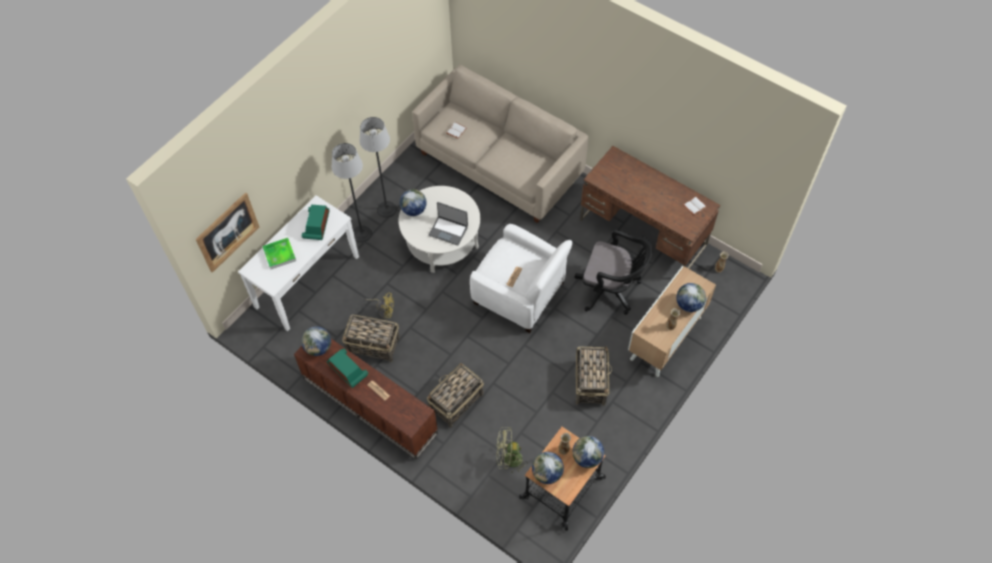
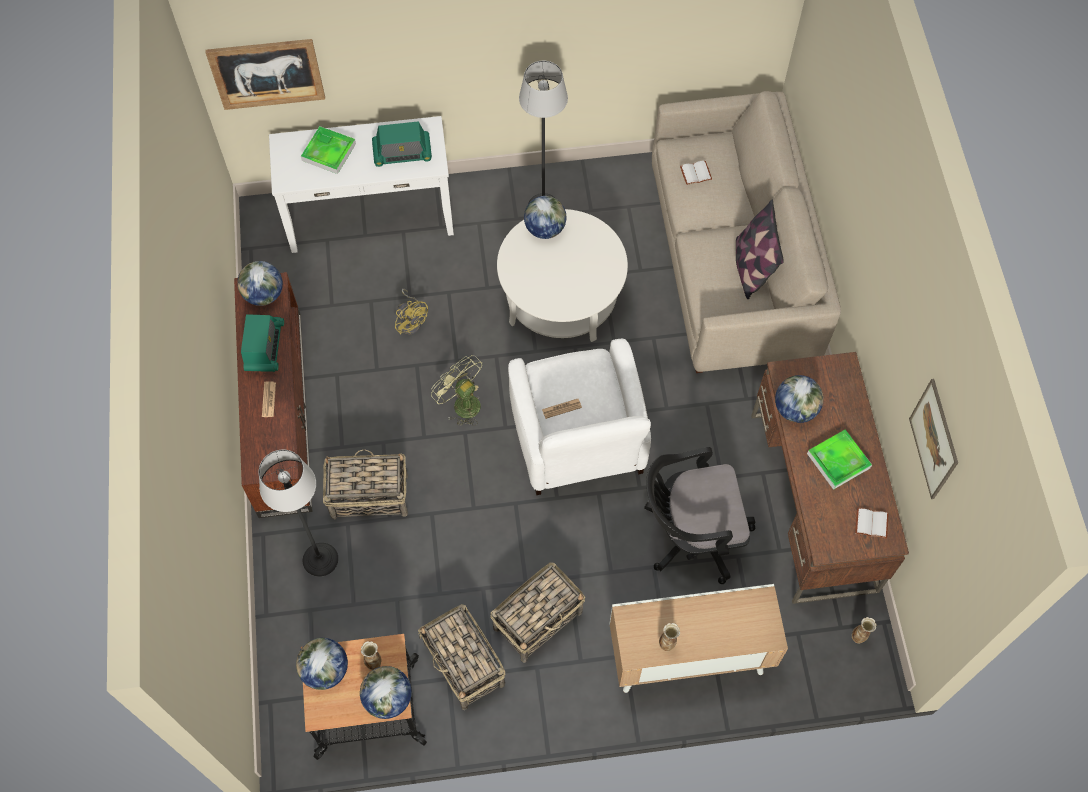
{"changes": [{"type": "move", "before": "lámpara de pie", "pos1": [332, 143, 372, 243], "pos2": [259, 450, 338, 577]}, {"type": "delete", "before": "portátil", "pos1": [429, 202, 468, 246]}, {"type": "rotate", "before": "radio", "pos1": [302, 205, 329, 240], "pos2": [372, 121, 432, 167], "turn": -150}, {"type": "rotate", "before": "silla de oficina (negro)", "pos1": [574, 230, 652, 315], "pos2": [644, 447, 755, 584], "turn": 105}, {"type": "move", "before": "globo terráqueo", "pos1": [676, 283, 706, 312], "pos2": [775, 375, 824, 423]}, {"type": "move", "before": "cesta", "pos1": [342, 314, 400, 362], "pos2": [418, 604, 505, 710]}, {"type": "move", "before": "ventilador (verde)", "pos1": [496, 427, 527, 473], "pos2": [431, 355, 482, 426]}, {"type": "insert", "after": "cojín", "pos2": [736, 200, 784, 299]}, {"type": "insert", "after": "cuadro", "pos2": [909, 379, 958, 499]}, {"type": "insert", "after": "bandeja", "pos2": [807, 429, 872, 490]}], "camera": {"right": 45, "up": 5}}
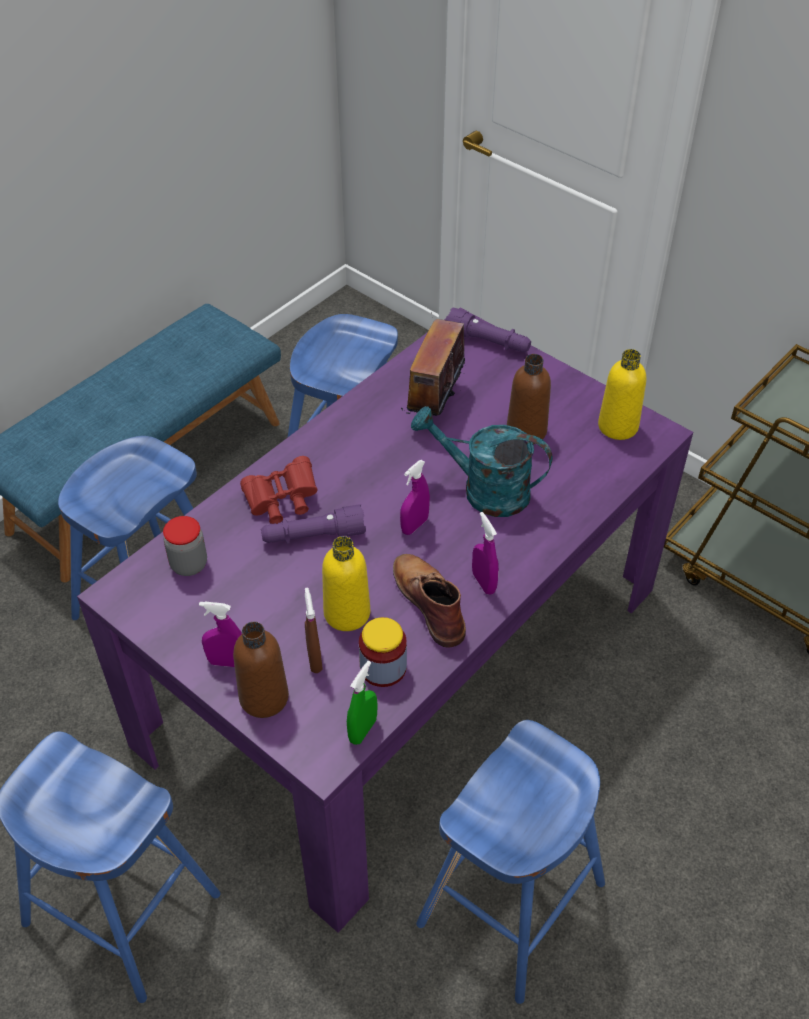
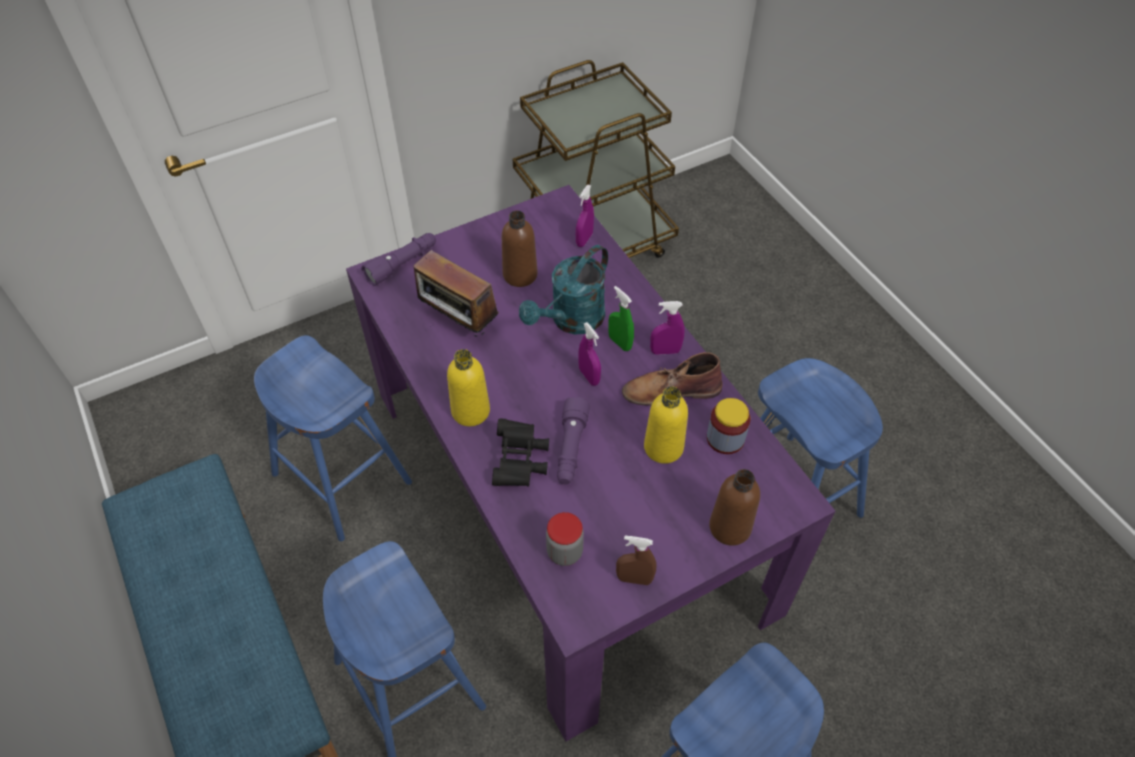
{"changes": [{"type": "move", "before": "botella (amarillo)", "pos1": [598, 349, 646, 440], "pos2": [447, 349, 490, 426]}, {"type": "recolor", "before": "prismáticos (rojo)", "after": "prismáticos (negro)", "pos1": [240, 456, 317, 524], "pos2": [492, 418, 549, 487]}, {"type": "move", "before": "pulverizador (marrón)", "pos1": [305, 588, 323, 673], "pos2": [616, 535, 657, 585]}, {"type": "move", "before": "pulverizador (morado)", "pos1": [199, 602, 242, 667], "pos2": [576, 185, 594, 247]}, {"type": "move", "before": "pulverizador (verde)", "pos1": [347, 661, 377, 745], "pos2": [608, 286, 634, 351]}], "camera": {"right": -70, "up": 5}}
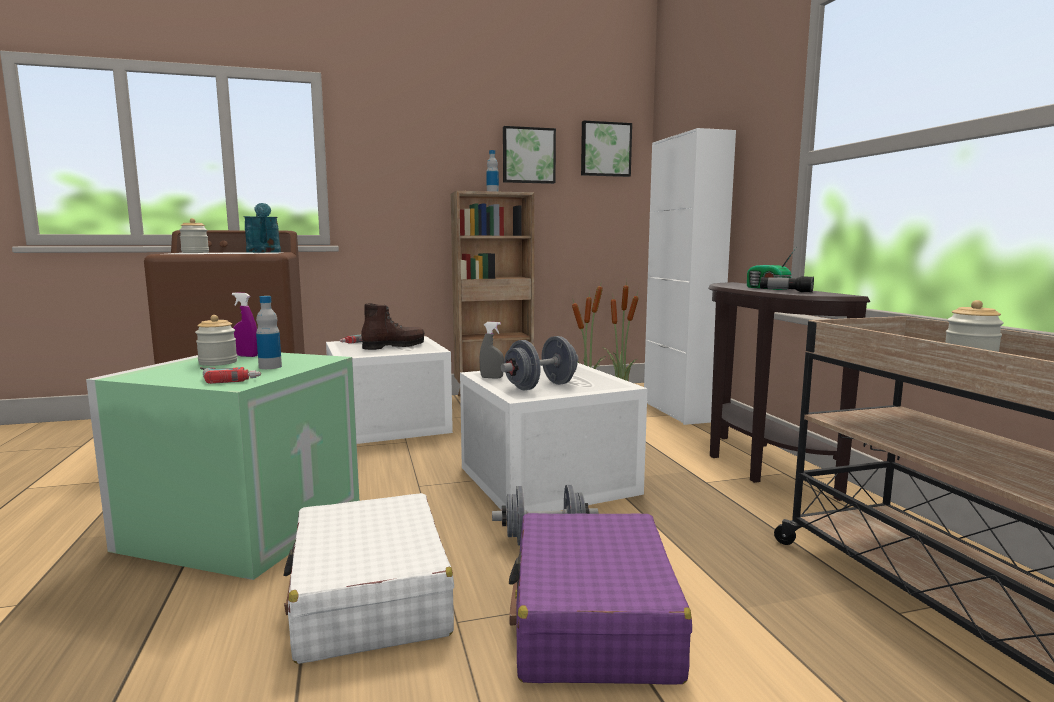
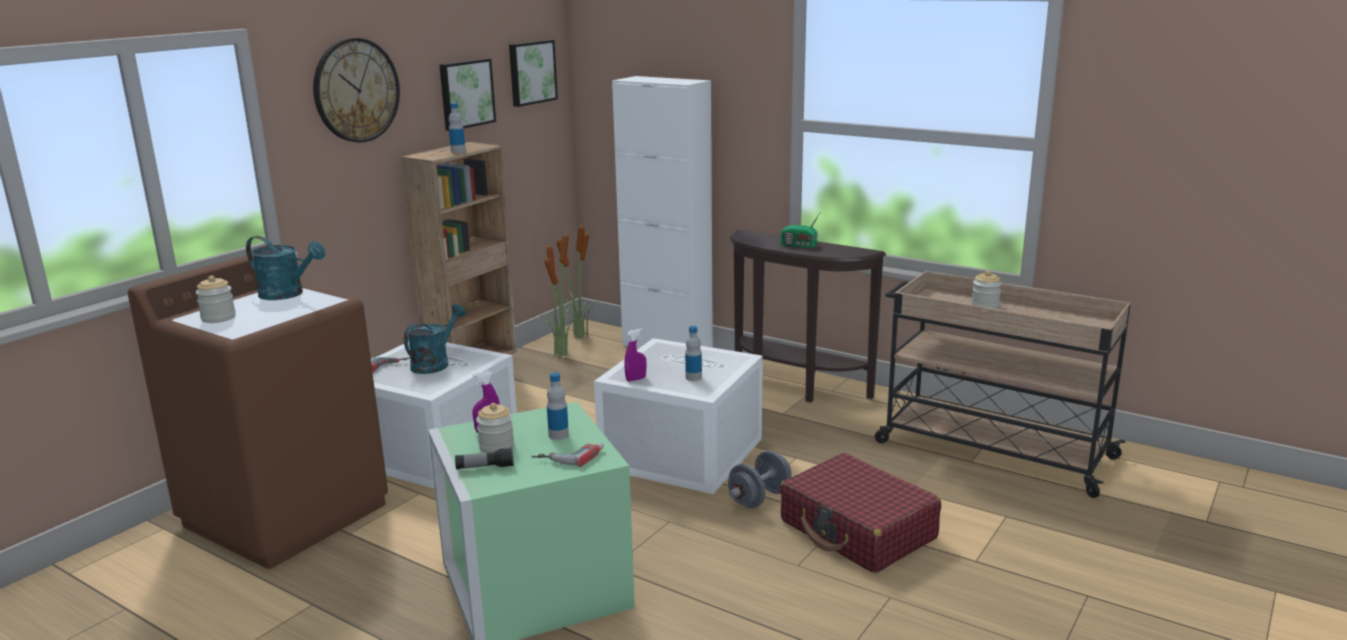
{"changes": [{"type": "move", "before": "linterna", "pos1": [760, 276, 814, 293], "pos2": [455, 448, 514, 469]}, {"type": "replace", "before": "bota (marrón)", "after": "regadera (turquesa)", "pos1": [361, 303, 425, 350], "pos2": [404, 304, 466, 374]}, {"type": "recolor", "before": "pulverizador (gris)", "after": "pulverizador (morado)", "pos1": [479, 322, 504, 379], "pos2": [624, 329, 647, 382]}, {"type": "replace", "before": "mancuerna (gris)", "after": "botella", "pos1": [501, 336, 579, 391], "pos2": [685, 326, 702, 381]}, {"type": "delete", "before": "maleta (blanco)", "pos1": [283, 493, 454, 664]}, {"type": "recolor", "before": "maleta (morado)", "after": "maleta (rojo)", "pos1": [509, 513, 692, 685], "pos2": [780, 453, 941, 573]}, {"type": "insert", "after": "reloj de pared", "pos2": [313, 38, 400, 142]}], "camera": {"right": -40, "up": 10}}
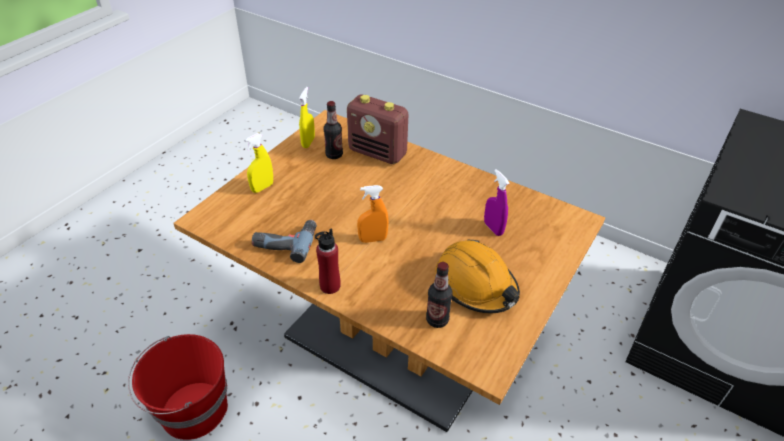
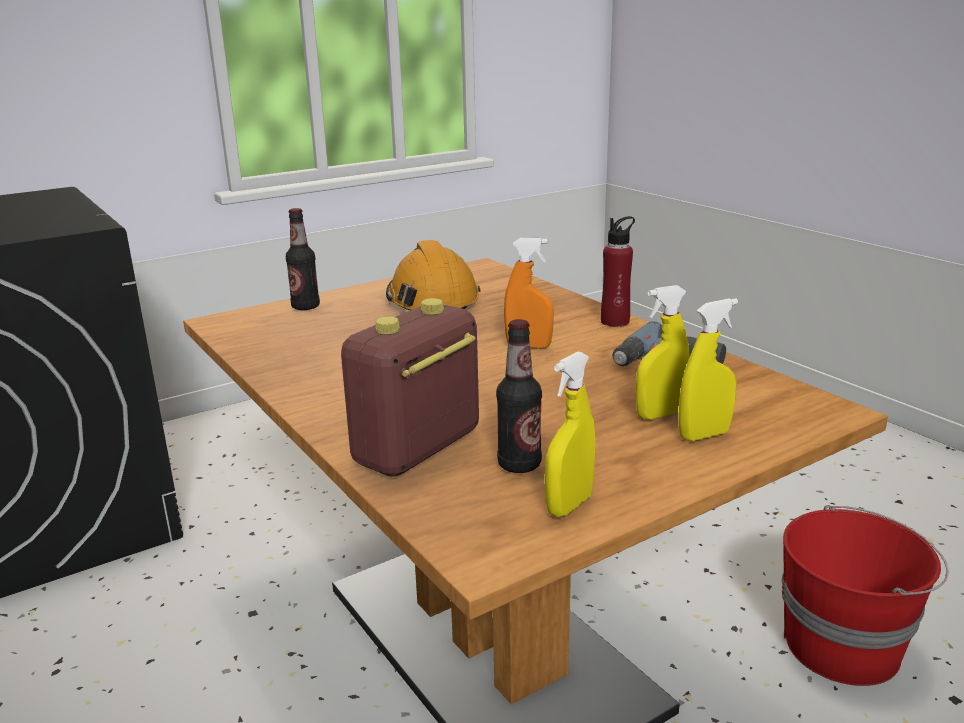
{"changes": [{"type": "rotate", "before": "radio", "pos1": [347, 95, 408, 164], "pos2": [341, 298, 479, 477], "turn": -105}, {"type": "delete", "before": "pulverizador (morado)", "pos1": [484, 169, 510, 236]}, {"type": "move", "before": "botella", "pos1": [426, 262, 452, 328], "pos2": [286, 208, 320, 310]}, {"type": "insert", "after": "pulverizador (amarillo)", "pos2": [636, 285, 690, 419]}], "camera": {"right": -155, "up": -20}}
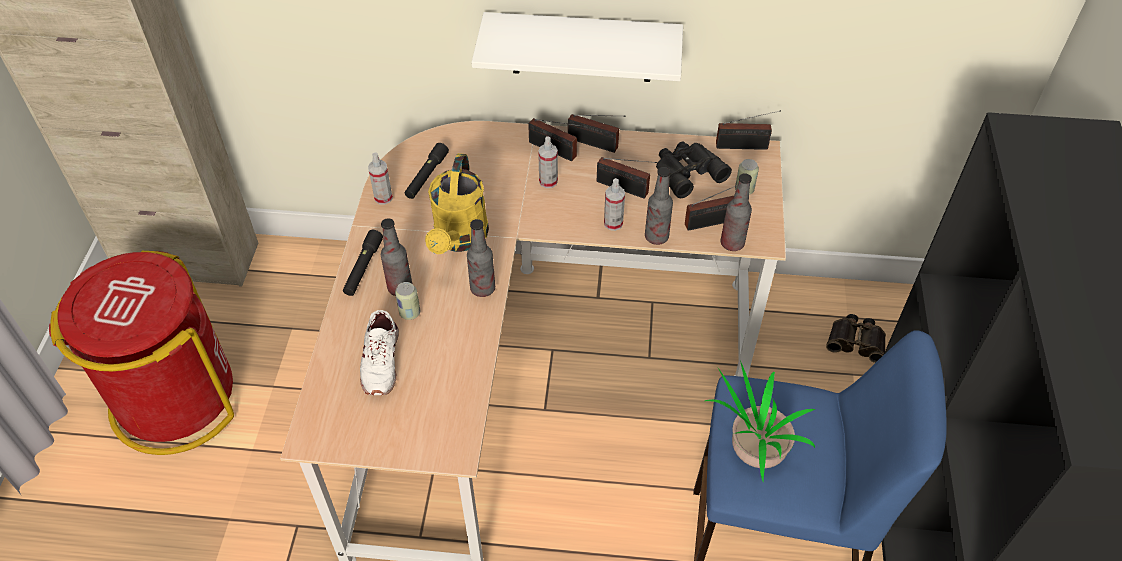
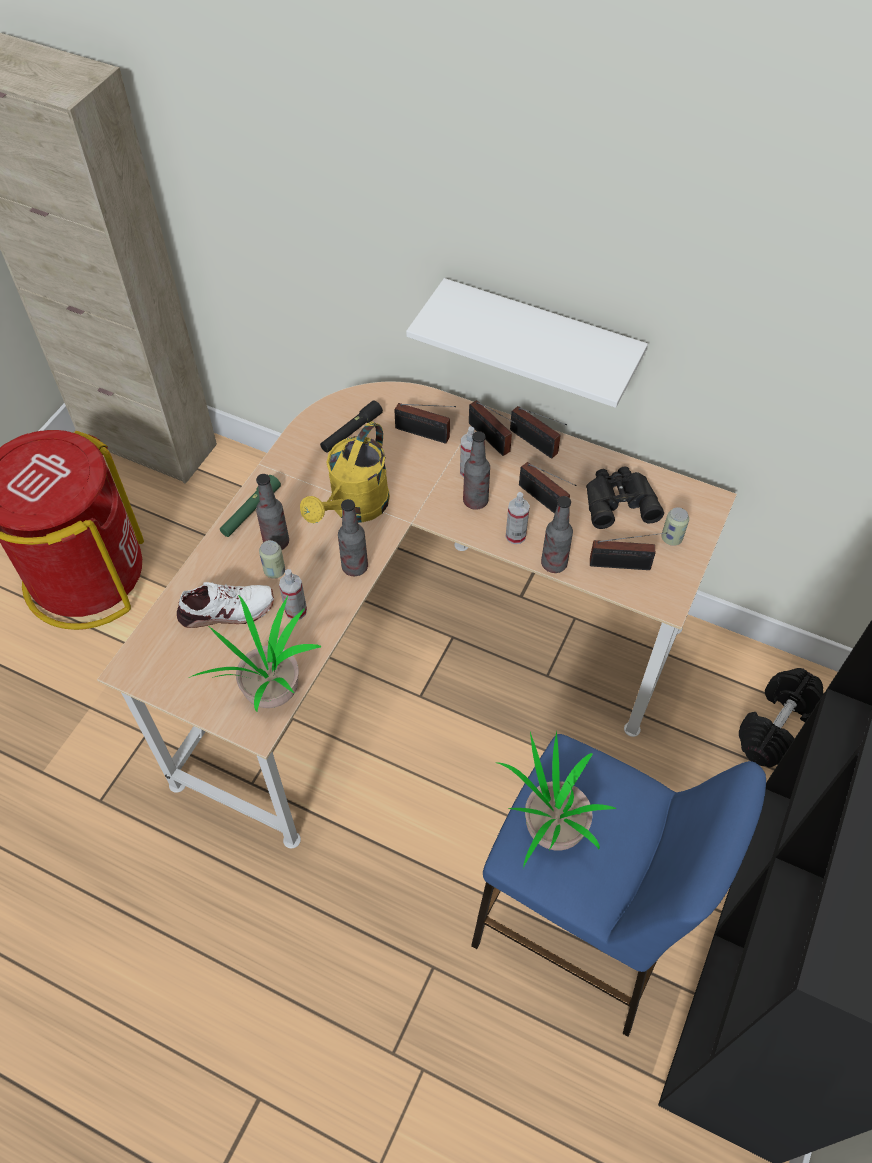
{"changes": [{"type": "move", "before": "radio", "pos1": [716, 110, 781, 150], "pos2": [394, 403, 456, 443]}, {"type": "move", "before": "pulverizador", "pos1": [368, 152, 393, 205], "pos2": [279, 569, 307, 620]}, {"type": "move", "before": "botella", "pos1": [720, 173, 752, 251], "pos2": [463, 431, 490, 510]}, {"type": "recolor", "before": "linterna (negro)", "after": "linterna (verde)", "pos1": [343, 230, 383, 296], "pos2": [220, 475, 281, 537]}, {"type": "rotate", "before": "zapato (blanco)", "pos1": [360, 310, 399, 395], "pos2": [177, 582, 274, 628], "turn": -120}, {"type": "replace", "before": "prismáticos", "after": "mancuerna (negro)", "pos1": [826, 314, 886, 363], "pos2": [739, 668, 824, 767]}, {"type": "insert", "after": "planta en maceta", "pos2": [189, 595, 321, 712]}], "camera": {"right": 20, "up": 5}}
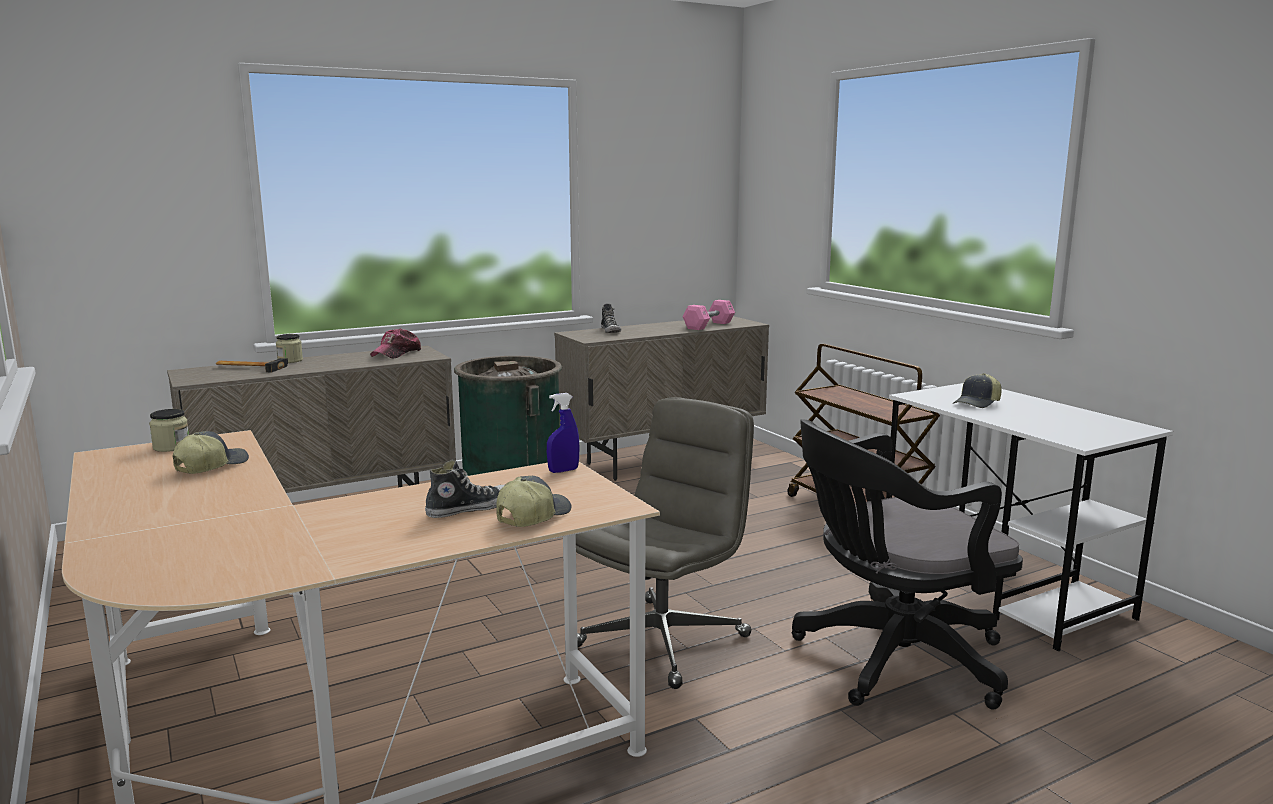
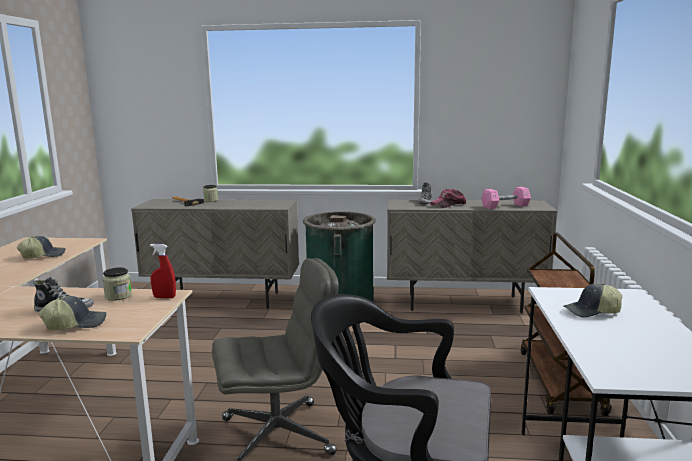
{"changes": [{"type": "move", "before": "gorra", "pos1": [370, 328, 421, 359], "pos2": [430, 189, 467, 208]}, {"type": "recolor", "before": "pulverizador (azul)", "after": "pulverizador (rojo)", "pos1": [547, 393, 580, 473], "pos2": [150, 244, 176, 298]}, {"type": "move", "before": "tarro", "pos1": [149, 409, 189, 452], "pos2": [102, 267, 132, 301]}], "camera": {"right": 35, "up": 0}}
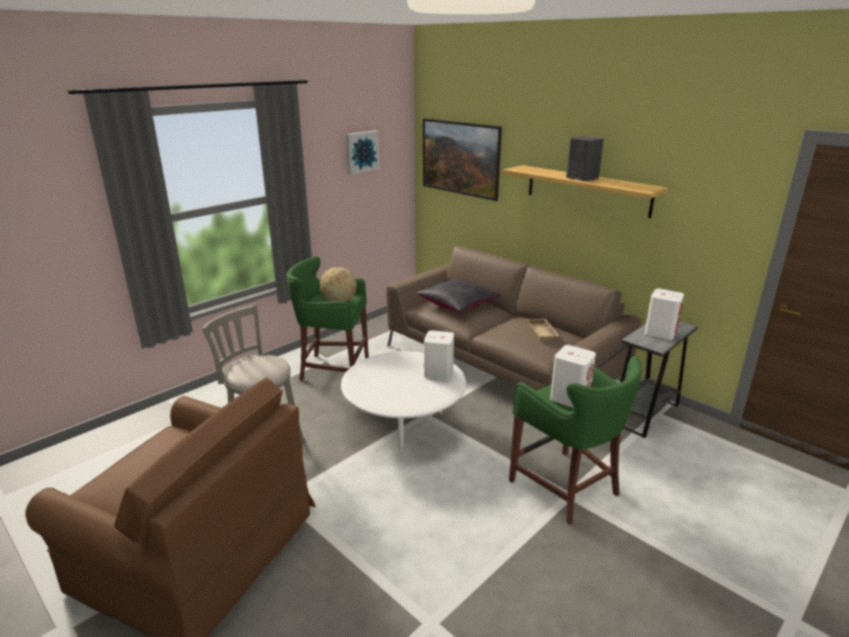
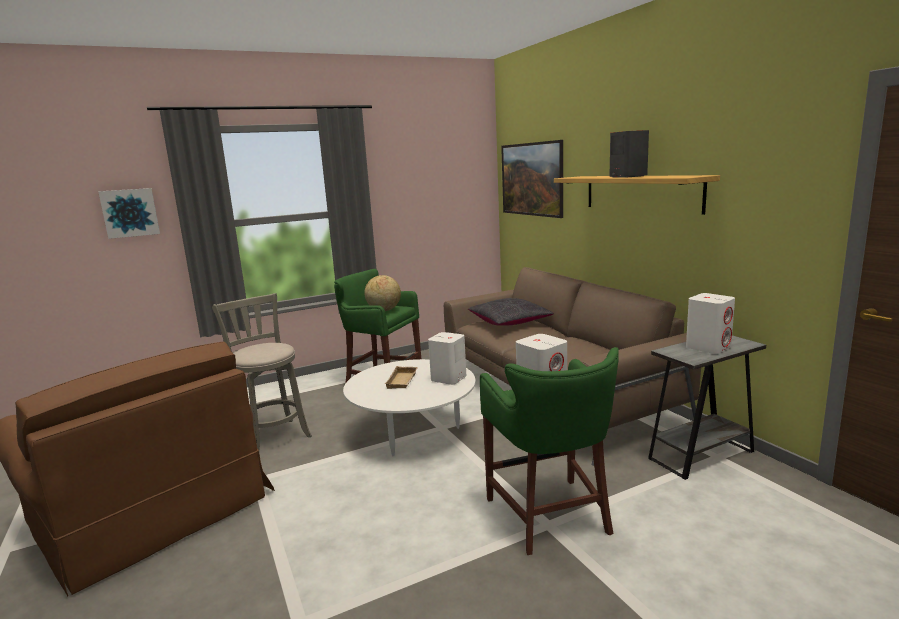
{"changes": [{"type": "move", "before": "cuadro", "pos1": [346, 130, 380, 175], "pos2": [98, 188, 160, 239]}, {"type": "move", "before": "bandeja (beis)", "pos1": [527, 318, 559, 340], "pos2": [385, 366, 418, 389]}], "camera": {"right": 20, "up": -10}}
